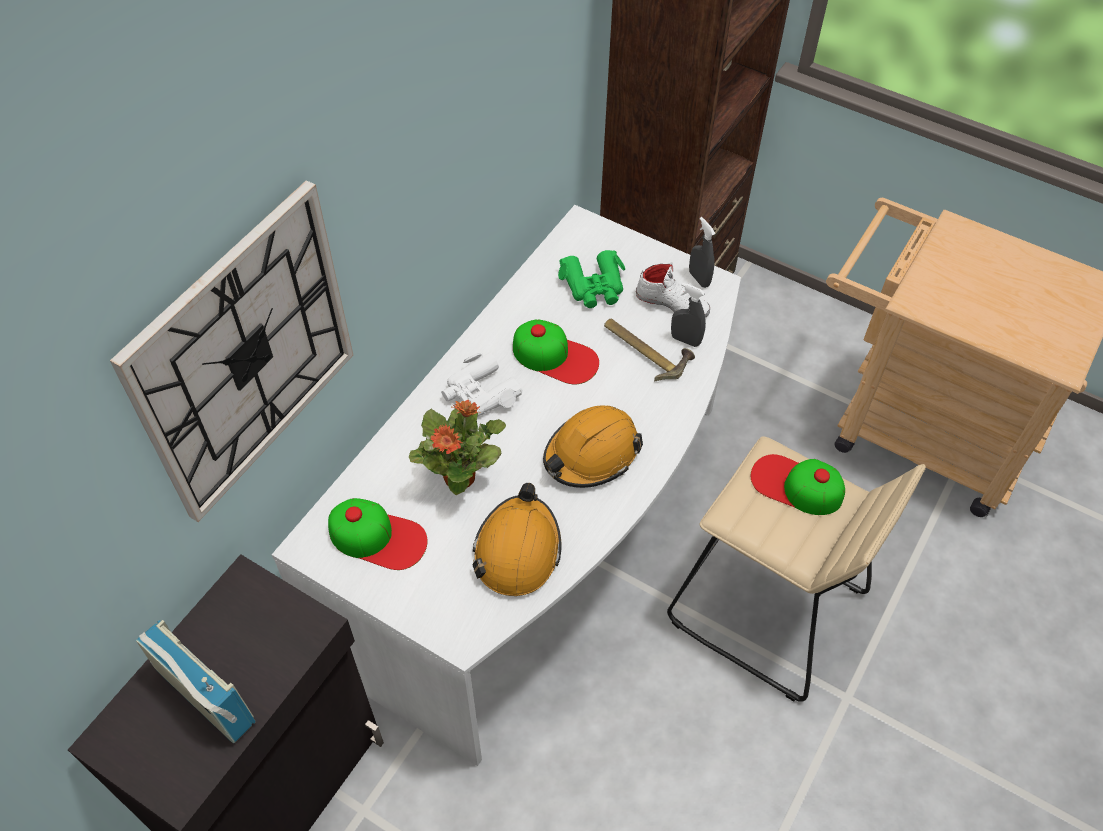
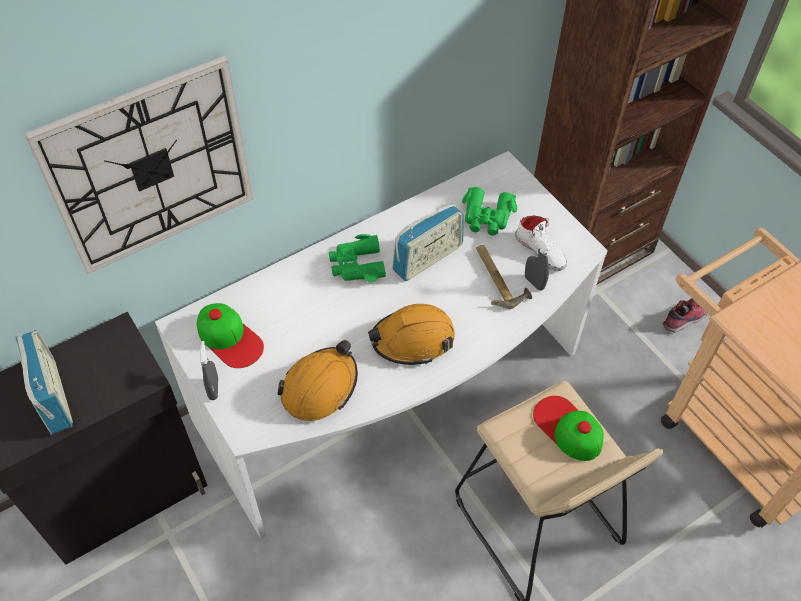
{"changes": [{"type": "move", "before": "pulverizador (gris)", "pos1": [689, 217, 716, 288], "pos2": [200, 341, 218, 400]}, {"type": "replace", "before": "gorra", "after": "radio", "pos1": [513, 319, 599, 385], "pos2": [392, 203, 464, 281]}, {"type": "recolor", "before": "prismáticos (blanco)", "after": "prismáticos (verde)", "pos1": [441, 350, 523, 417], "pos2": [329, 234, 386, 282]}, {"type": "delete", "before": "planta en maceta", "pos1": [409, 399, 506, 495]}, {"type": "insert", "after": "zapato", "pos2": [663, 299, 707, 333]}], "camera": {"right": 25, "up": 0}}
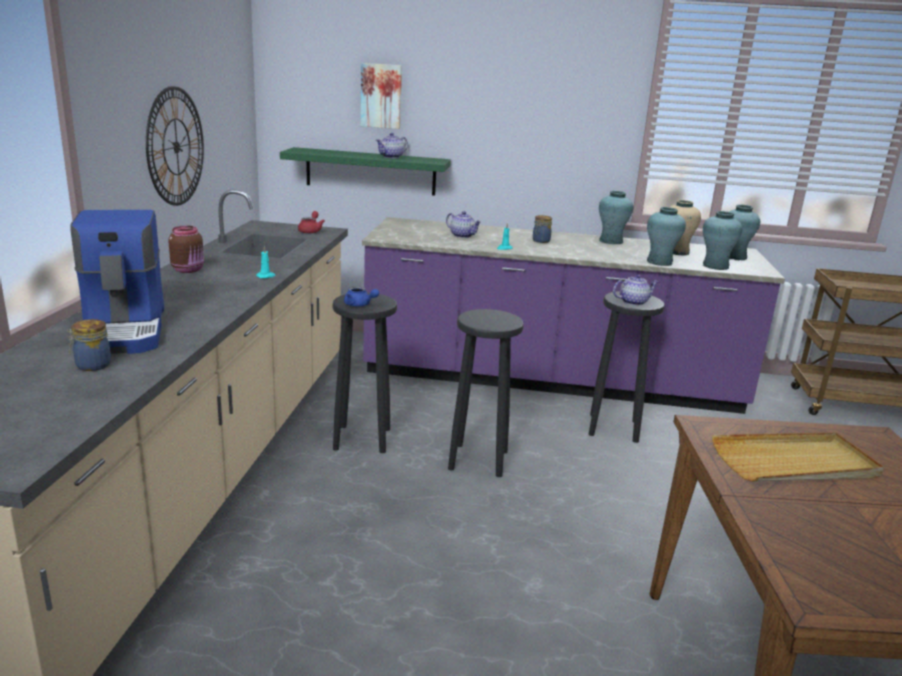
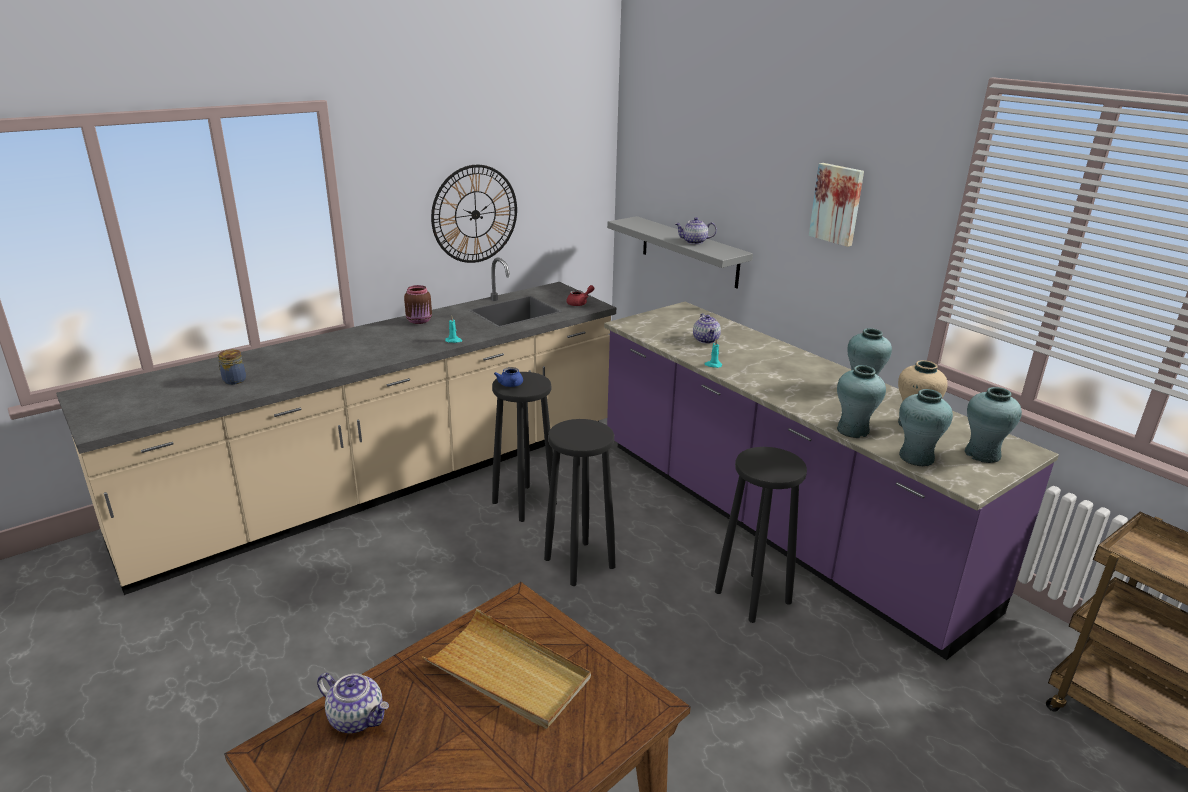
{"changes": [{"type": "move", "before": "cuadro", "pos1": [361, 63, 402, 129], "pos2": [809, 163, 864, 247]}, {"type": "recolor", "before": "estante (verde)", "after": "estante (gris)", "pos1": [280, 147, 451, 196], "pos2": [607, 216, 753, 288]}, {"type": "delete", "before": "cafetera", "pos1": [70, 210, 164, 354]}, {"type": "delete", "before": "tarro", "pos1": [533, 215, 552, 243]}, {"type": "move", "before": "tetera", "pos1": [613, 274, 659, 306], "pos2": [317, 673, 389, 733]}], "camera": {"right": 45, "up": 5}}
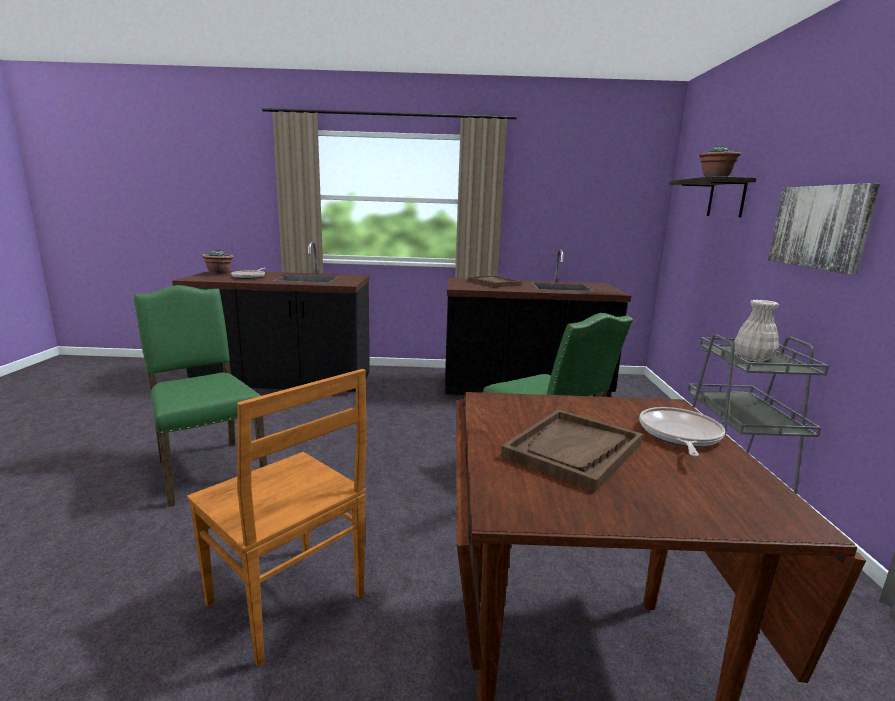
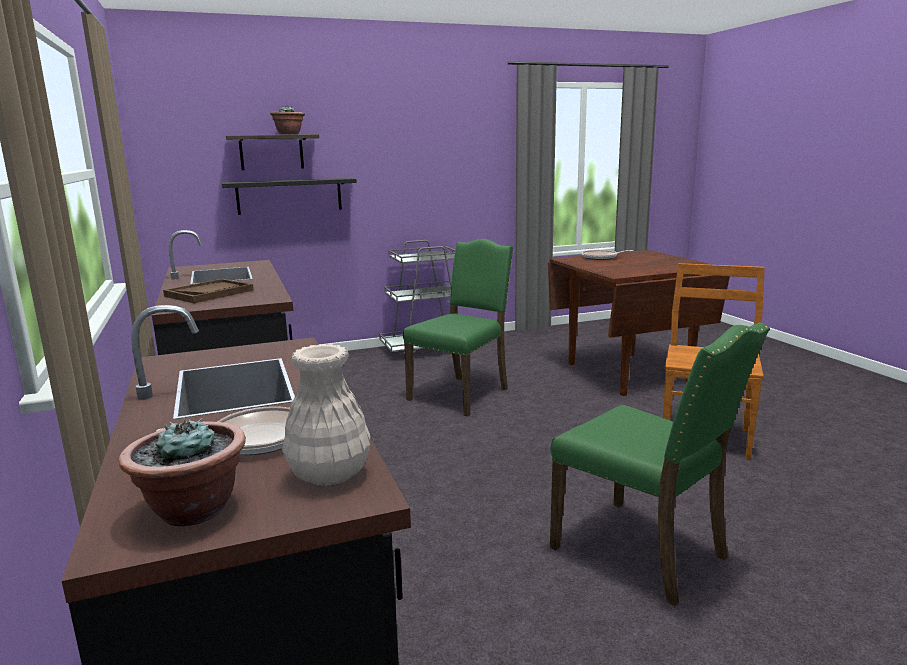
{"changes": [{"type": "delete", "before": "cuadro", "pos1": [768, 183, 880, 275]}, {"type": "rotate", "before": "silla (verde)", "pos1": [133, 285, 267, 507], "pos2": [550, 322, 770, 606], "turn": -75}, {"type": "move", "before": "florero (blanco)", "pos1": [734, 300, 779, 362], "pos2": [282, 344, 371, 486]}, {"type": "delete", "before": "bandeja (marrón)", "pos1": [501, 409, 643, 492]}, {"type": "insert", "after": "estante (negro)", "pos2": [222, 178, 357, 215]}], "camera": {"right": -110, "up": 0}}
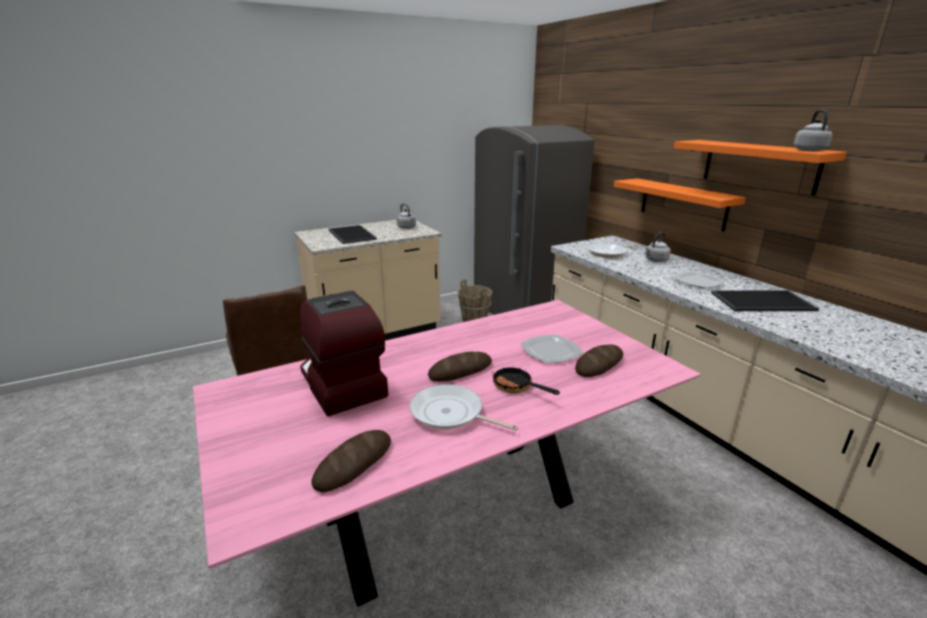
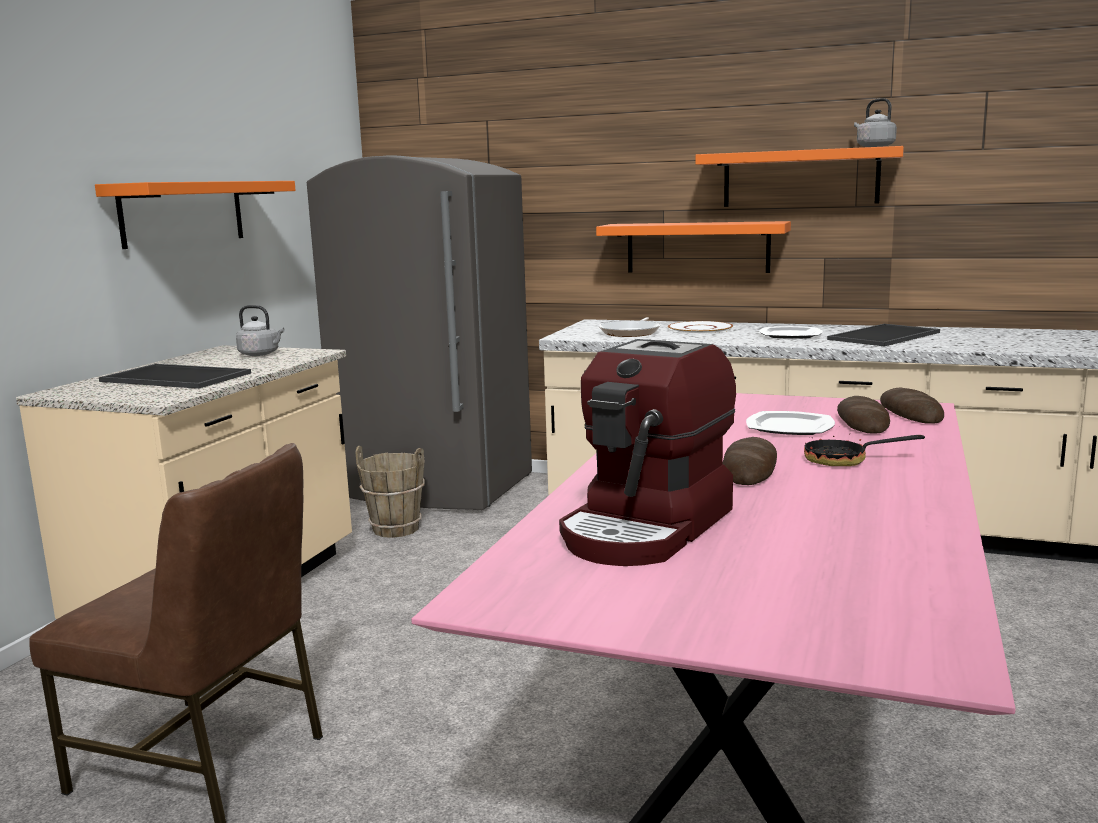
{"changes": [{"type": "replace", "before": "hervidor (gris)", "after": "plato (blanco)", "pos1": [645, 232, 671, 262], "pos2": [668, 321, 733, 334]}, {"type": "rotate", "before": "cafetera", "pos1": [300, 291, 388, 416], "pos2": [559, 339, 736, 566], "turn": -75}, {"type": "delete", "before": "sartén", "pos1": [410, 384, 518, 431]}, {"type": "move", "before": "pan", "pos1": [311, 430, 391, 492], "pos2": [880, 387, 944, 424]}, {"type": "insert", "after": "estante (naranja)", "pos2": [95, 181, 296, 249]}], "camera": {"right": -40, "up": -10}}
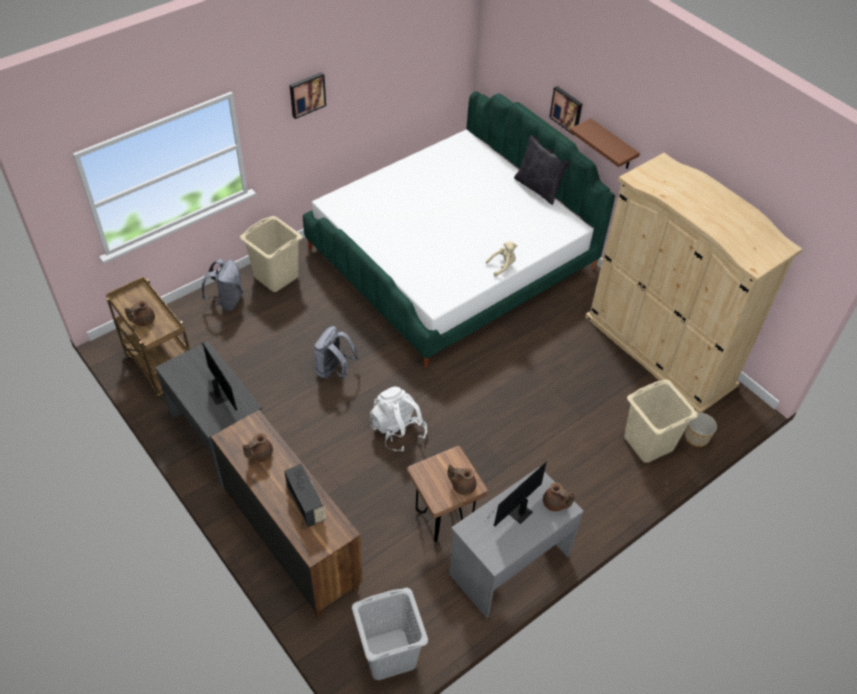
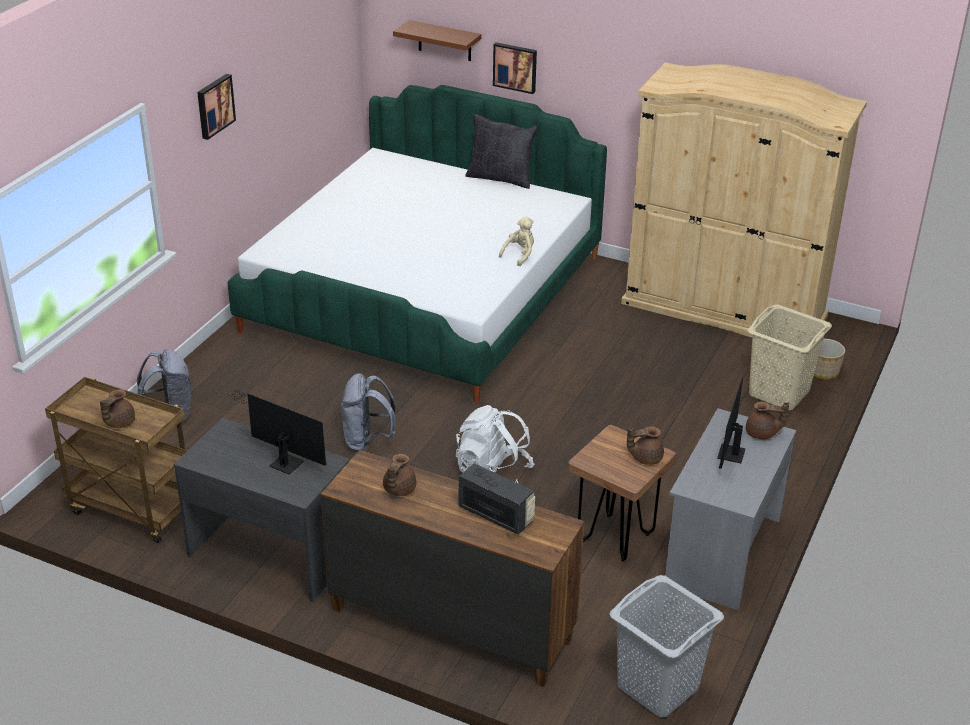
{"changes": [{"type": "move", "before": "estante (marrón)", "pos1": [570, 118, 640, 169], "pos2": [393, 20, 481, 61]}, {"type": "delete", "before": "cesto de la ropa (beis)", "pos1": [240, 216, 302, 292]}], "camera": {"right": -25, "up": -15}}
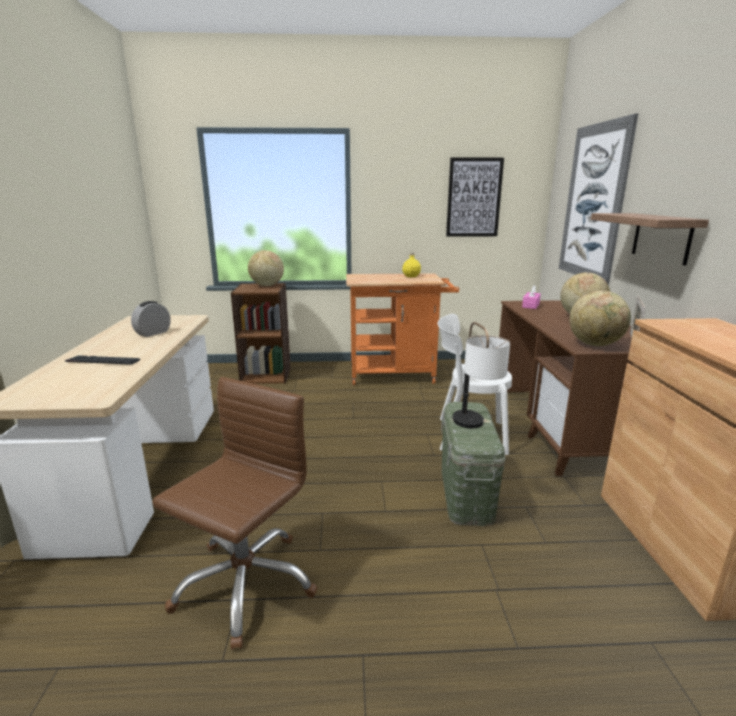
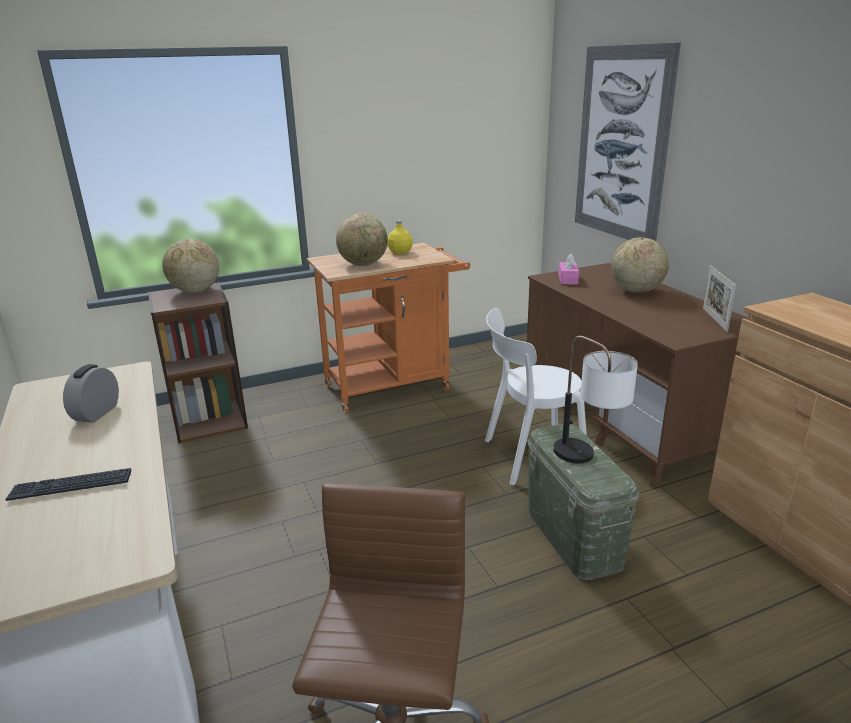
{"changes": [{"type": "delete", "before": "cuadro", "pos1": [446, 157, 504, 237]}, {"type": "delete", "before": "estante", "pos1": [591, 213, 709, 265]}, {"type": "move", "before": "globo terráqueo", "pos1": [569, 291, 631, 346], "pos2": [336, 213, 388, 266]}], "camera": {"right": -20, "up": 5}}
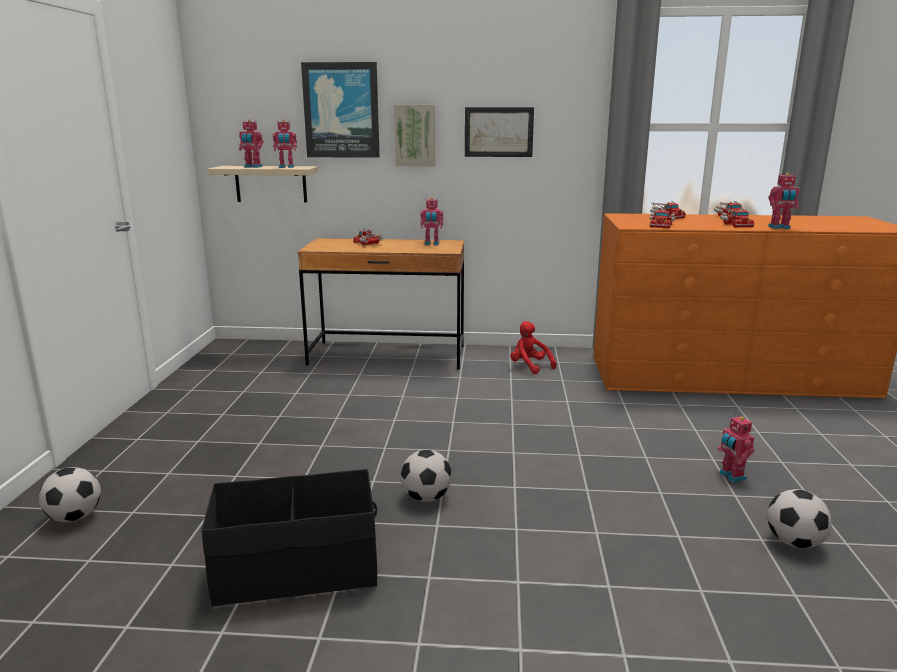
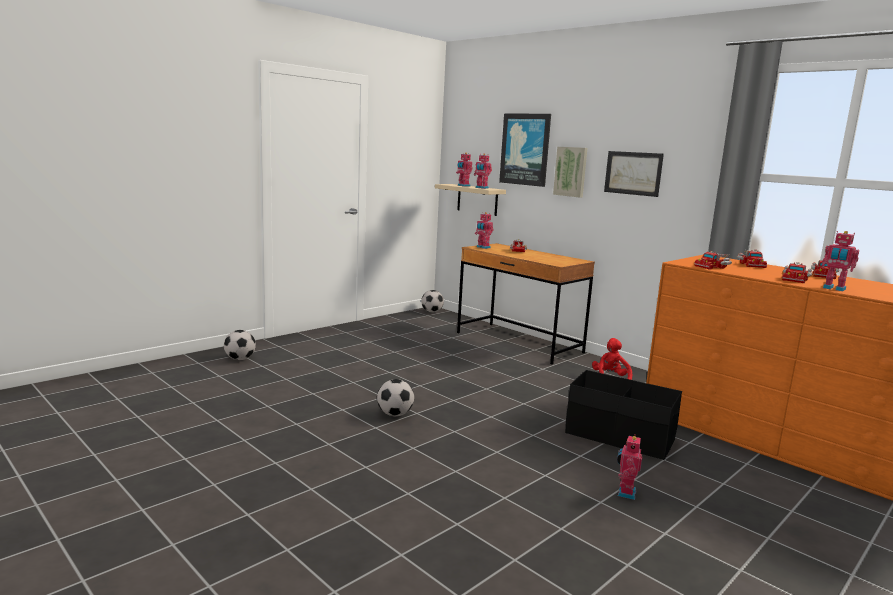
{"changes": [{"type": "move", "before": "robot de juguete", "pos1": [420, 198, 443, 245], "pos2": [475, 212, 494, 249]}, {"type": "move", "before": "caja de almacenaje (negro)", "pos1": [201, 469, 377, 607], "pos2": [565, 370, 682, 460]}, {"type": "move", "before": "balón de fútbol", "pos1": [767, 489, 832, 549], "pos2": [421, 290, 444, 313]}], "camera": {"right": 40, "up": -5}}
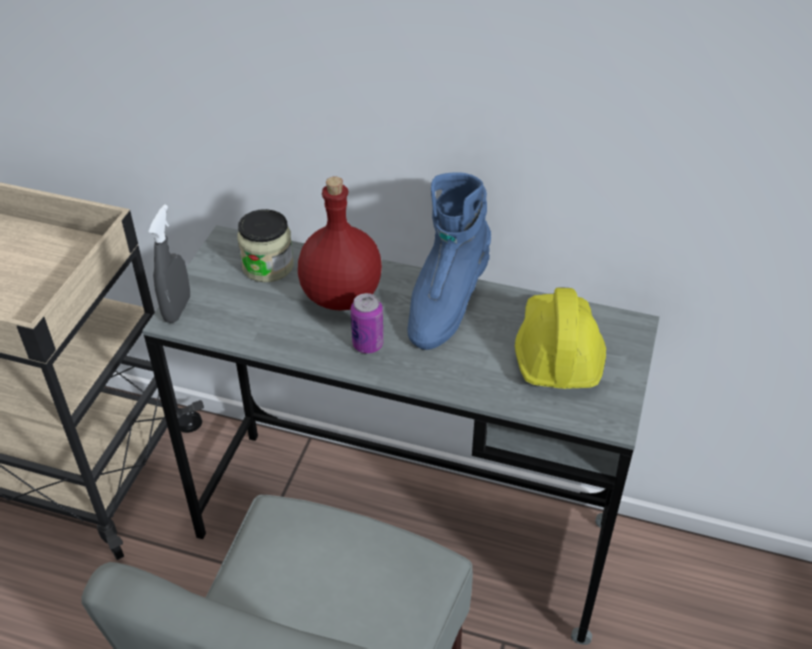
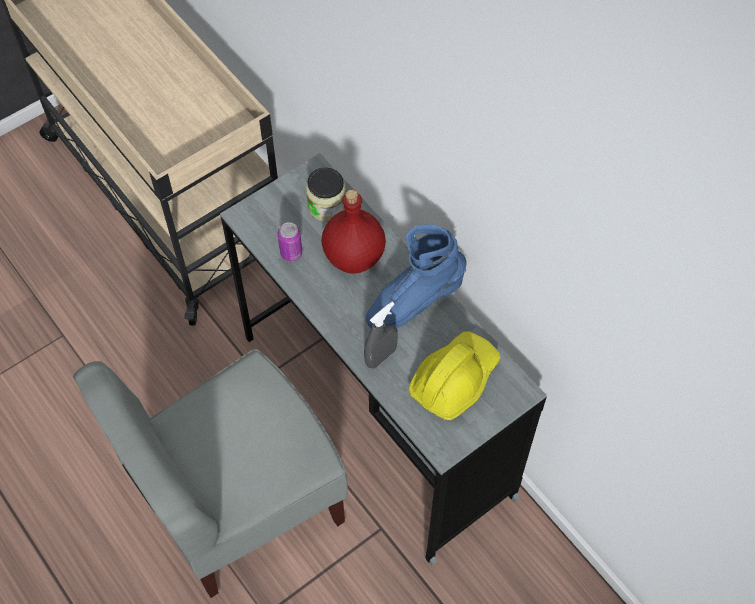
{"changes": [{"type": "move", "before": "pulverizador (gris)", "pos1": [148, 204, 190, 323], "pos2": [364, 302, 398, 369]}, {"type": "move", "before": "lata", "pos1": [351, 293, 383, 354], "pos2": [278, 222, 302, 262]}], "camera": {"right": 35, "up": 15}}
